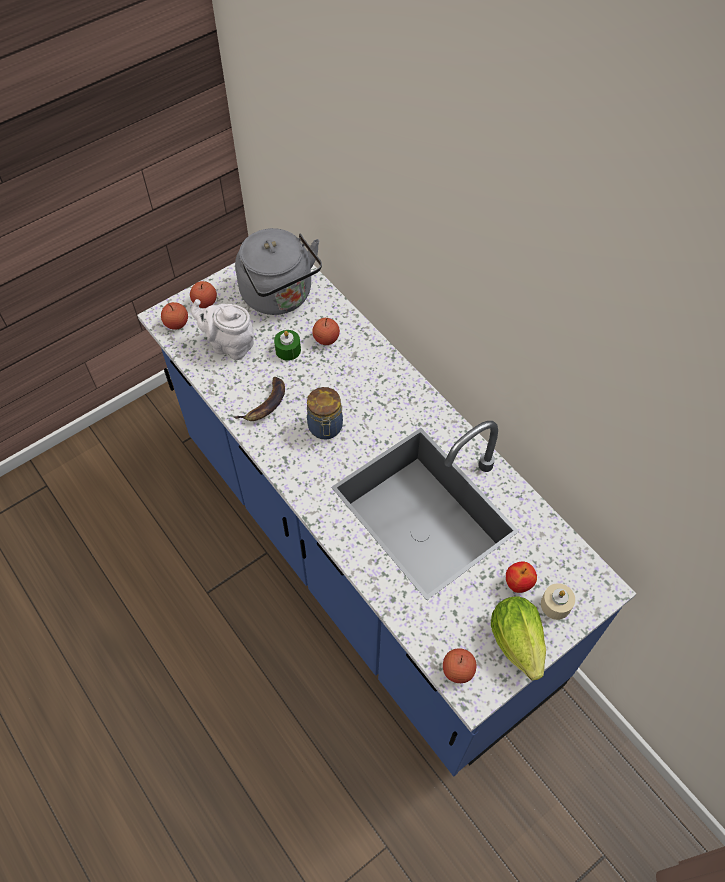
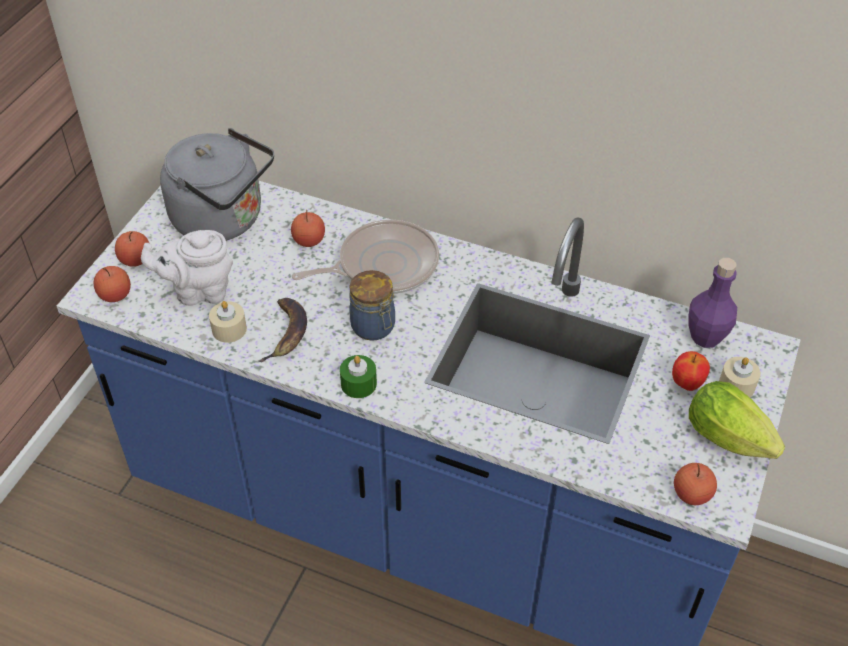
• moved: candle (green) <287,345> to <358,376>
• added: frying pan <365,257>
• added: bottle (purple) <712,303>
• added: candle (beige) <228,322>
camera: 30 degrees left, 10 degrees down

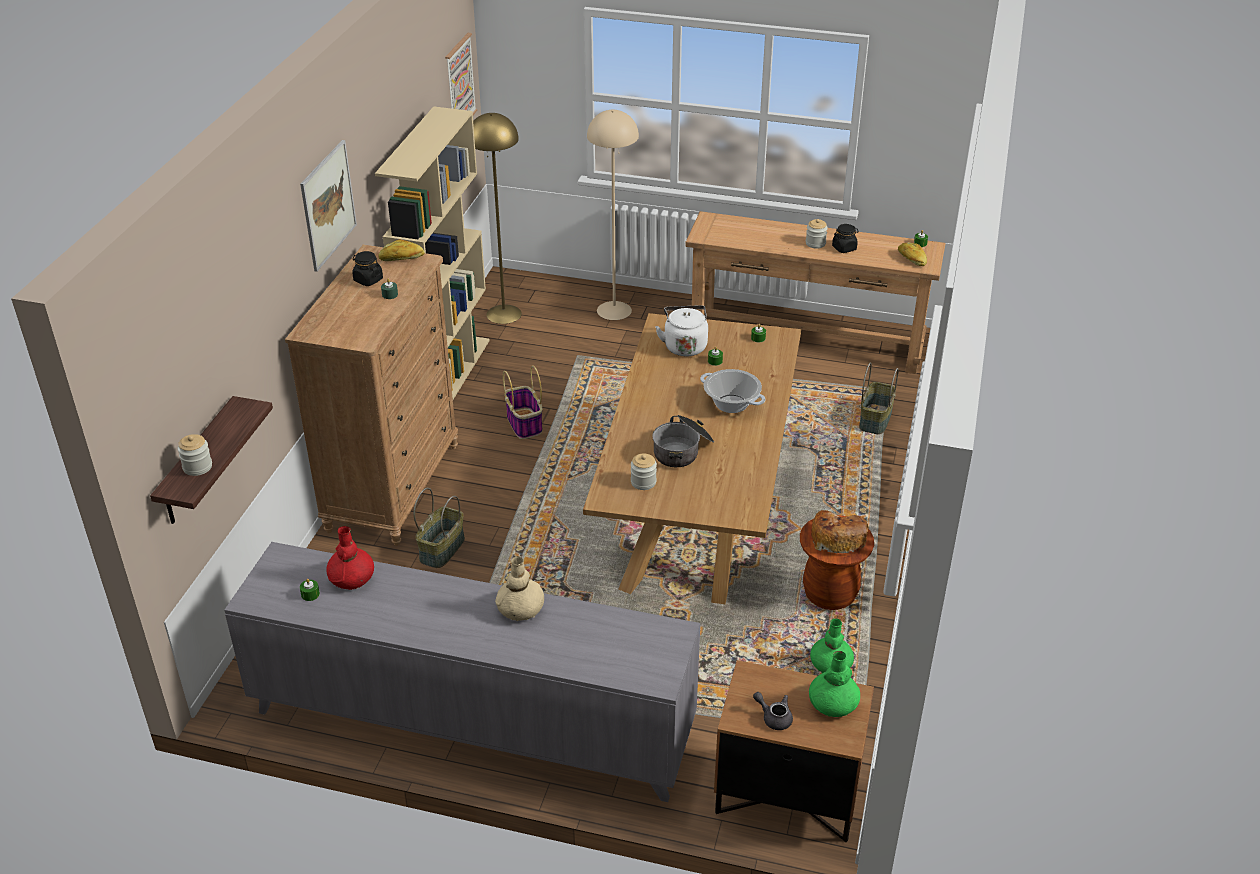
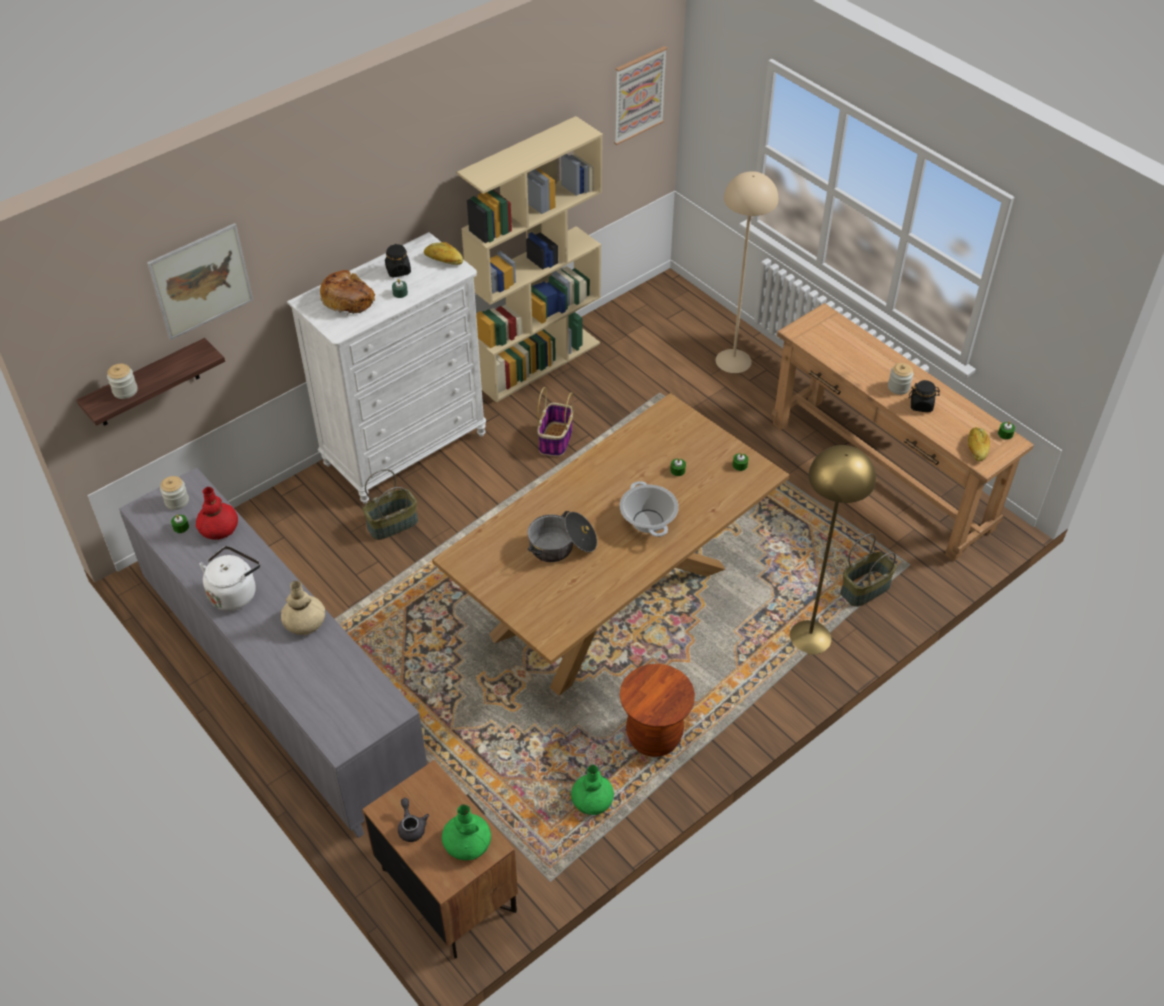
• moved: floor lamp (yellow) <497,218> to <833,550>
• moved: picture <328,206> to <200,281>
• recoloured: dresser (brown) <371,395> to dresser (white) <386,368>
• moved: kettle (white) <681,330> to <229,578>
• moved: jar <644,471> to <174,493>
• moved: bread <839,532> to <347,292>
camera: 35 degrees right, 10 degrees up

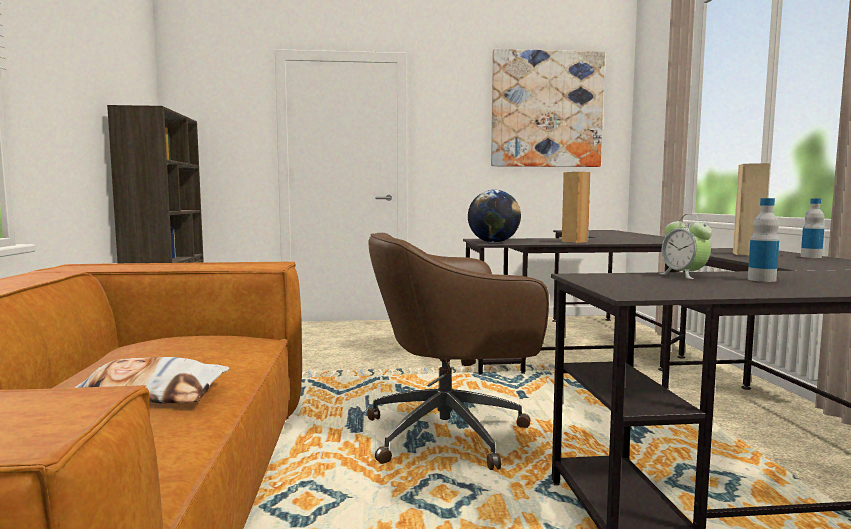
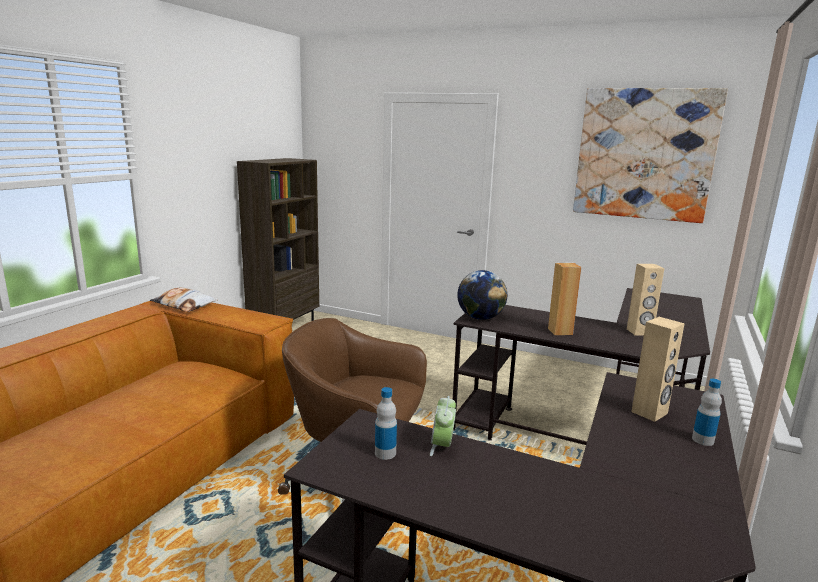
• moved: bottle <763,240> to <386,423>
• moved: pillow <152,380> to <184,299>
• added: speaker (beige) <646,299>
camera: 30 degrees right, 10 degrees up

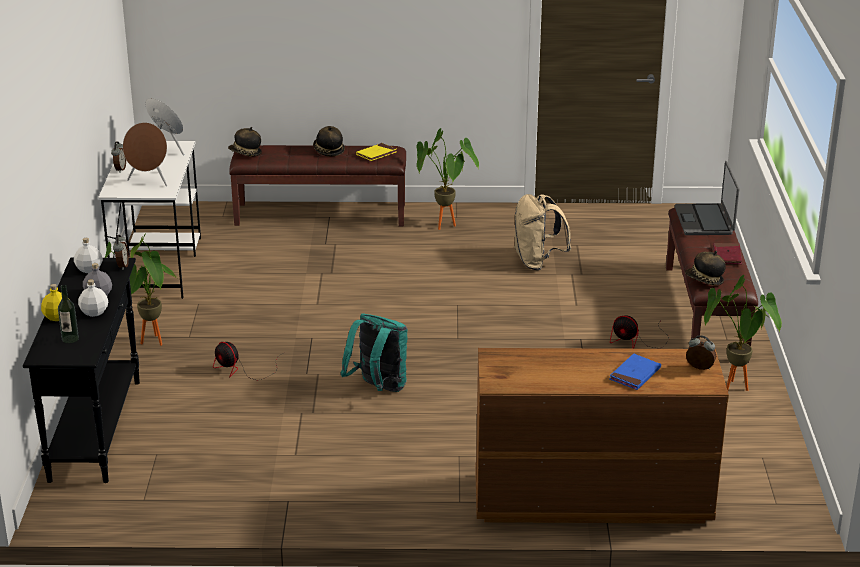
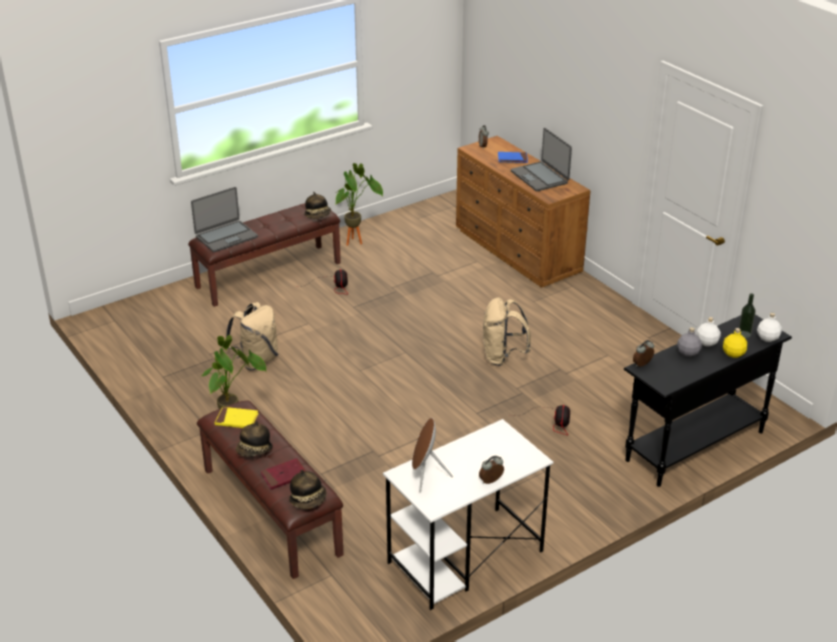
• removed: speaker (brown) <145,154>
• removed: potted plant <141,289>
• moved: bottle (white) <88,255> to <769,327>
• moved: book (red) <727,253> to <283,474>
• recoloured: backpack (turquoise) <374,353> to backpack (beige) <507,332>
• added: laptop <541,159>
camera: 125 degrees left, 5 degrees up

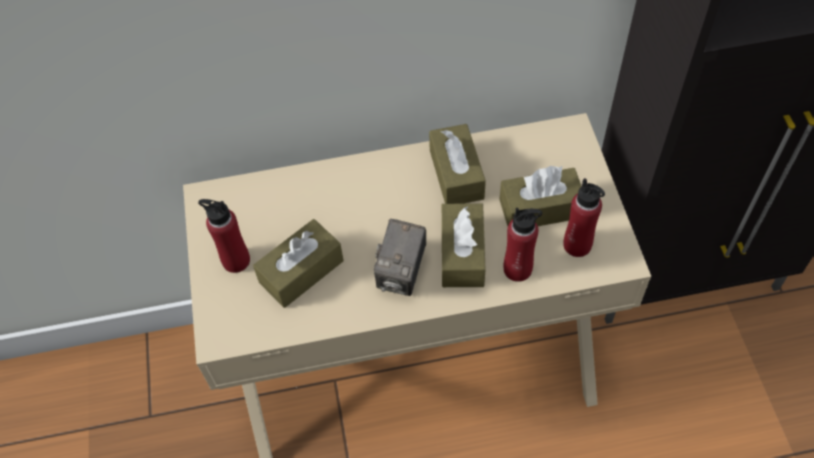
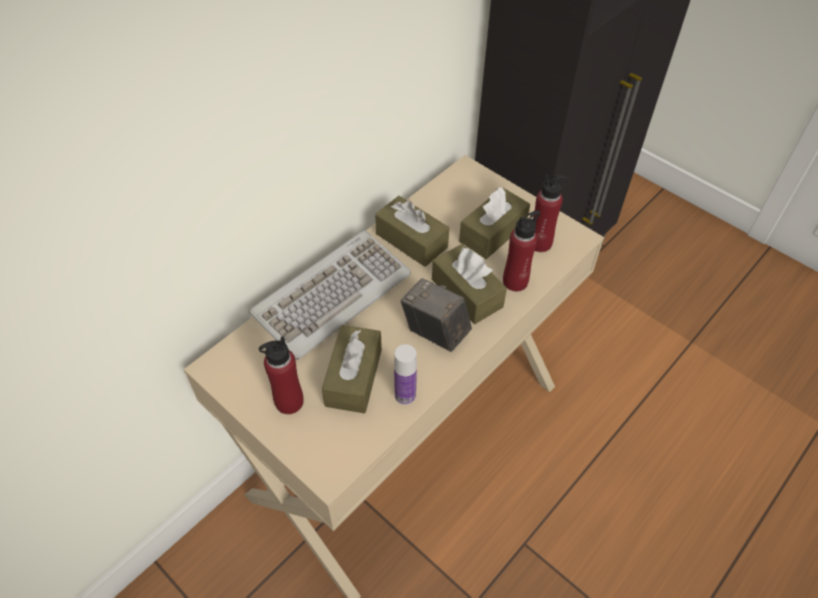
• turned: photo camera <400,257> = <436,315> 150 degrees clockwise
• added: keyboard <330,295>
• added: bottle <405,374>
camera: 40 degrees left, 5 degrees down

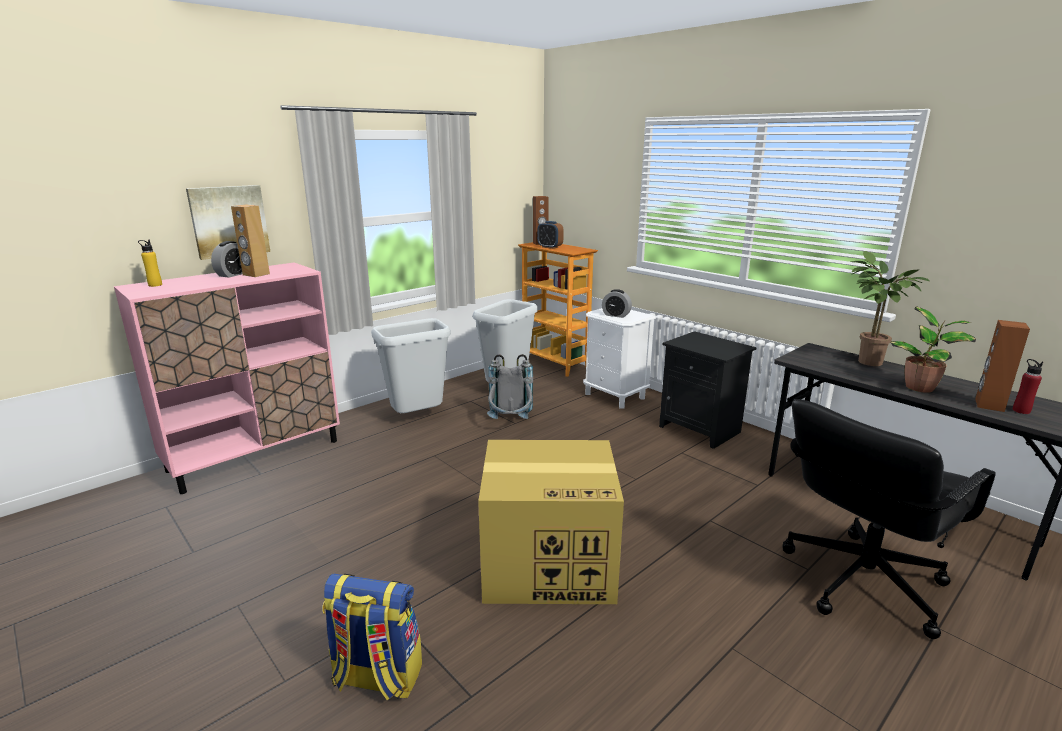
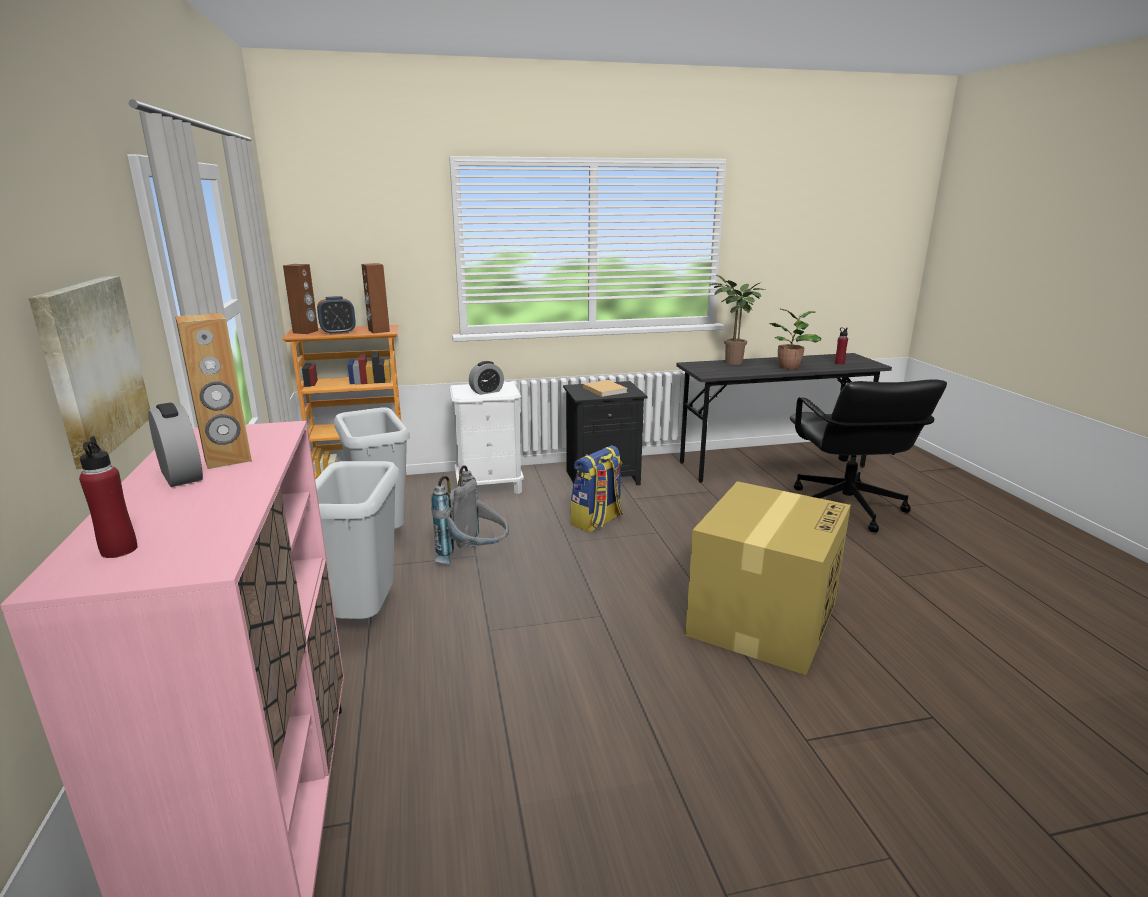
• recoloured: bottle (yellow) <150,263> to bottle (red) <108,497>
• moved: speaker (brown) <1002,366> to <375,298>
• moved: backpack <372,637> to <596,488>
• added: book (beige) <605,388>
camera: 60 degrees left, 0 degrees up

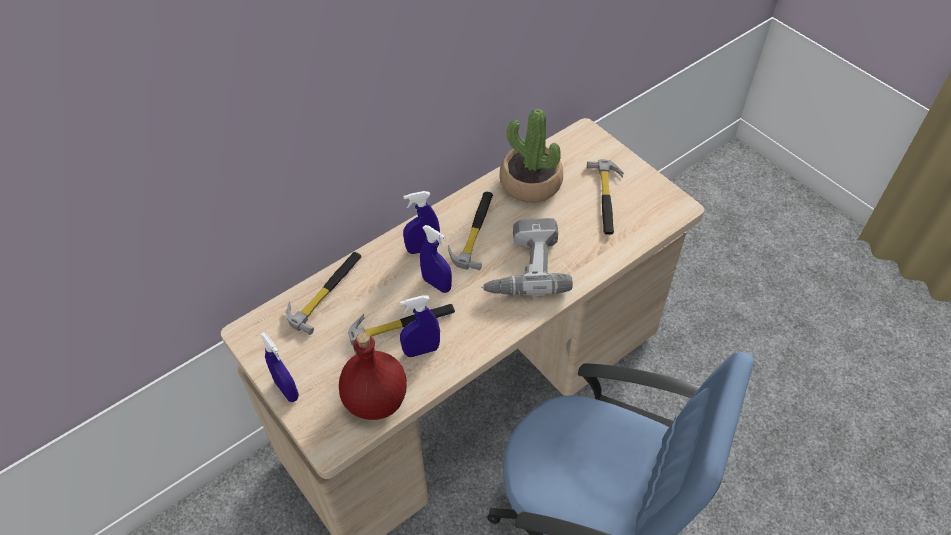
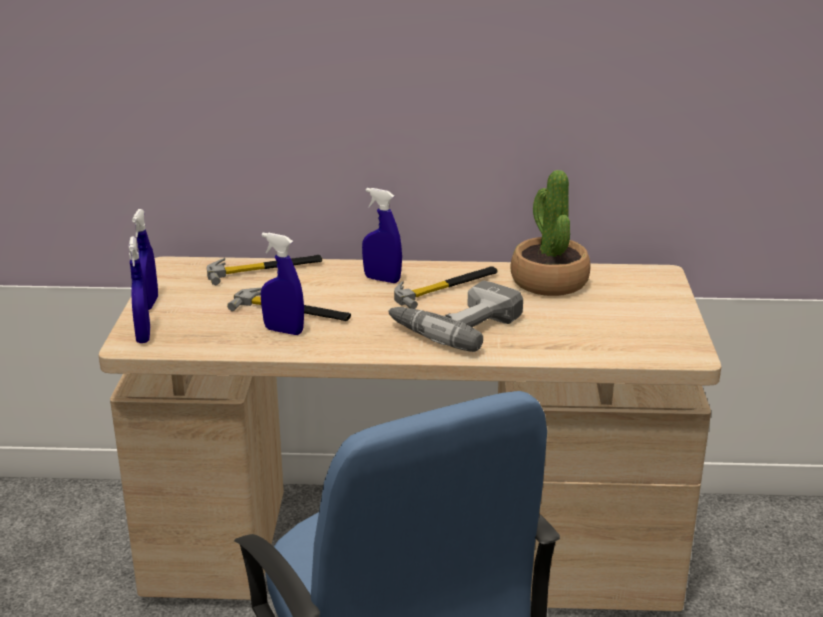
• removed: hammer <605,197>
• moved: spray bottle (blue) <436,259> to <139,289>
• removed: bottle (red) <373,376>
camera: 40 degrees right, 25 degrees down

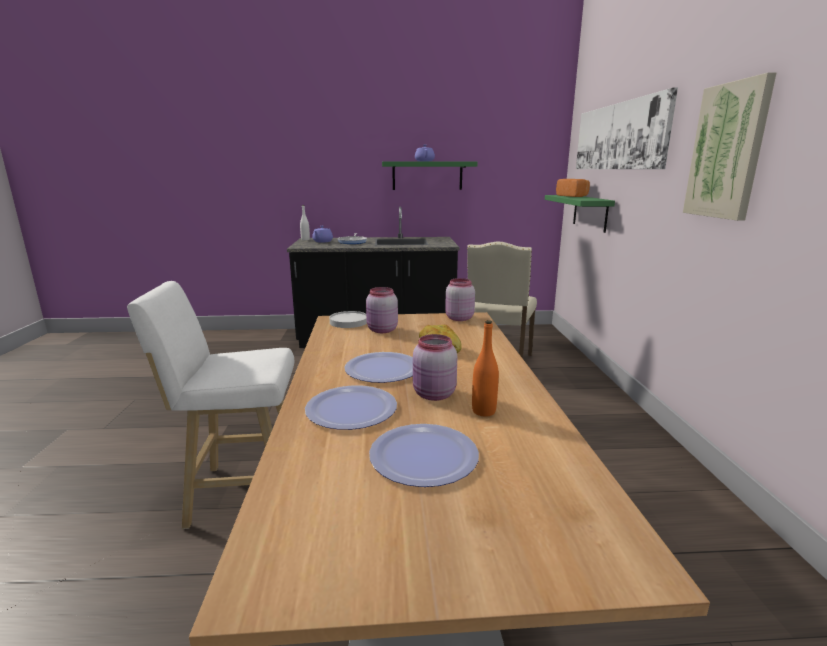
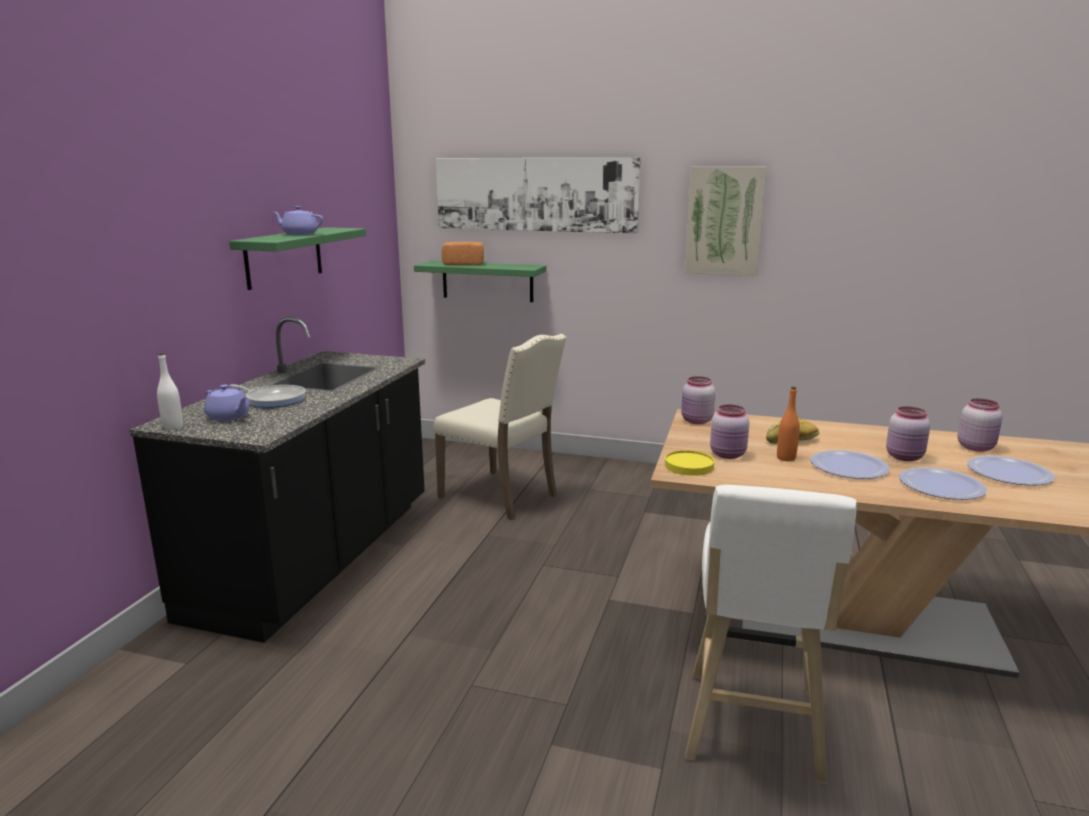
• recoloured: plate (white) <348,319> to plate (yellow) <689,463>
• moved: bottle (orange) <485,368> to <788,424>
• added: jar (pink) <979,425>
camera: 70 degrees left, 0 degrees up

